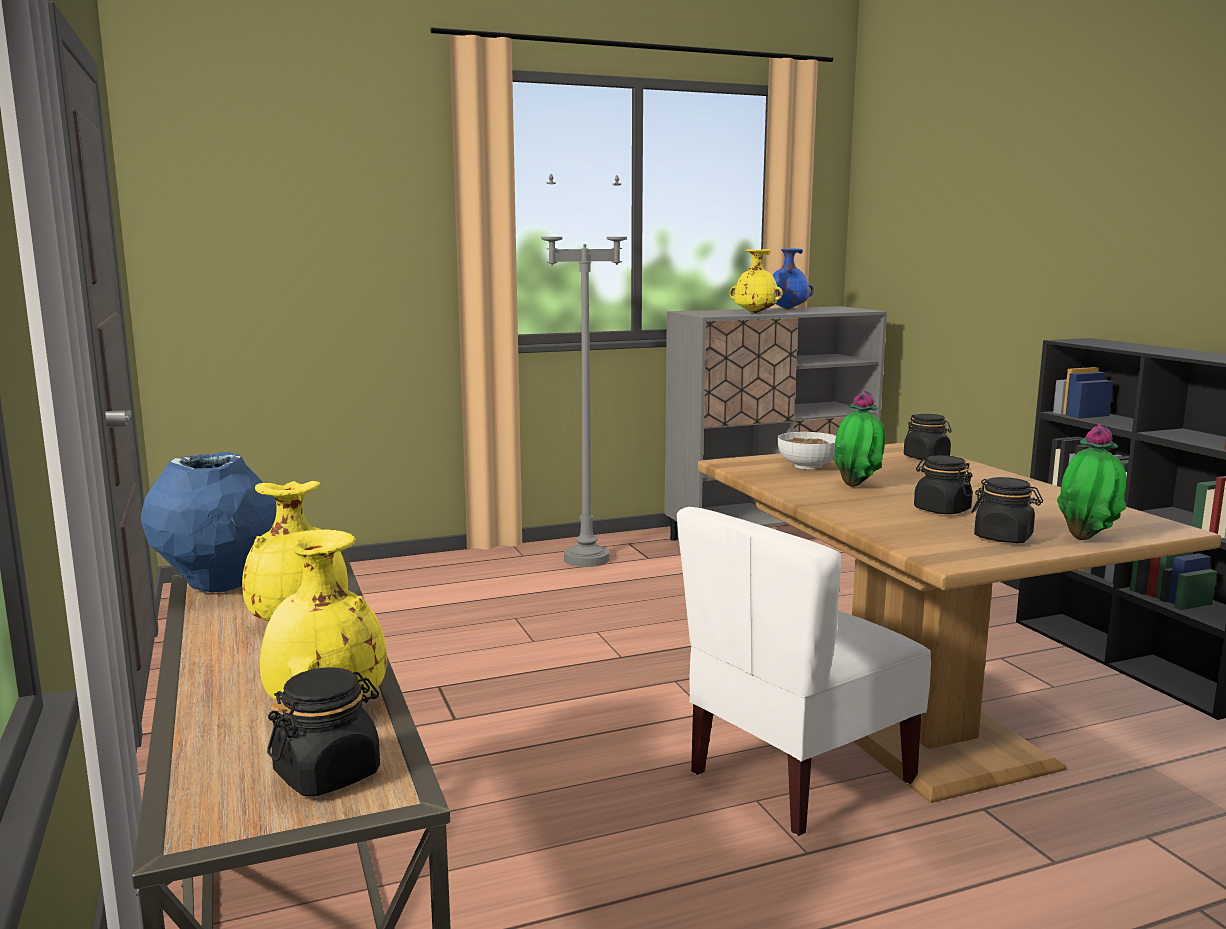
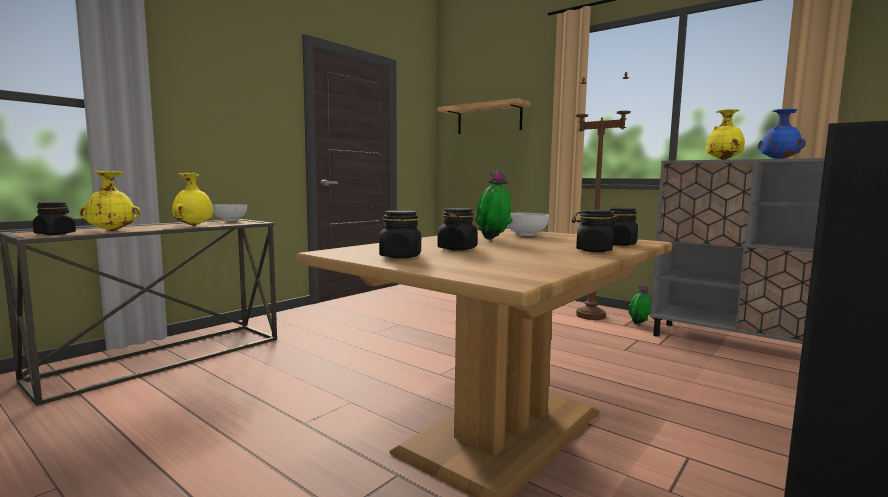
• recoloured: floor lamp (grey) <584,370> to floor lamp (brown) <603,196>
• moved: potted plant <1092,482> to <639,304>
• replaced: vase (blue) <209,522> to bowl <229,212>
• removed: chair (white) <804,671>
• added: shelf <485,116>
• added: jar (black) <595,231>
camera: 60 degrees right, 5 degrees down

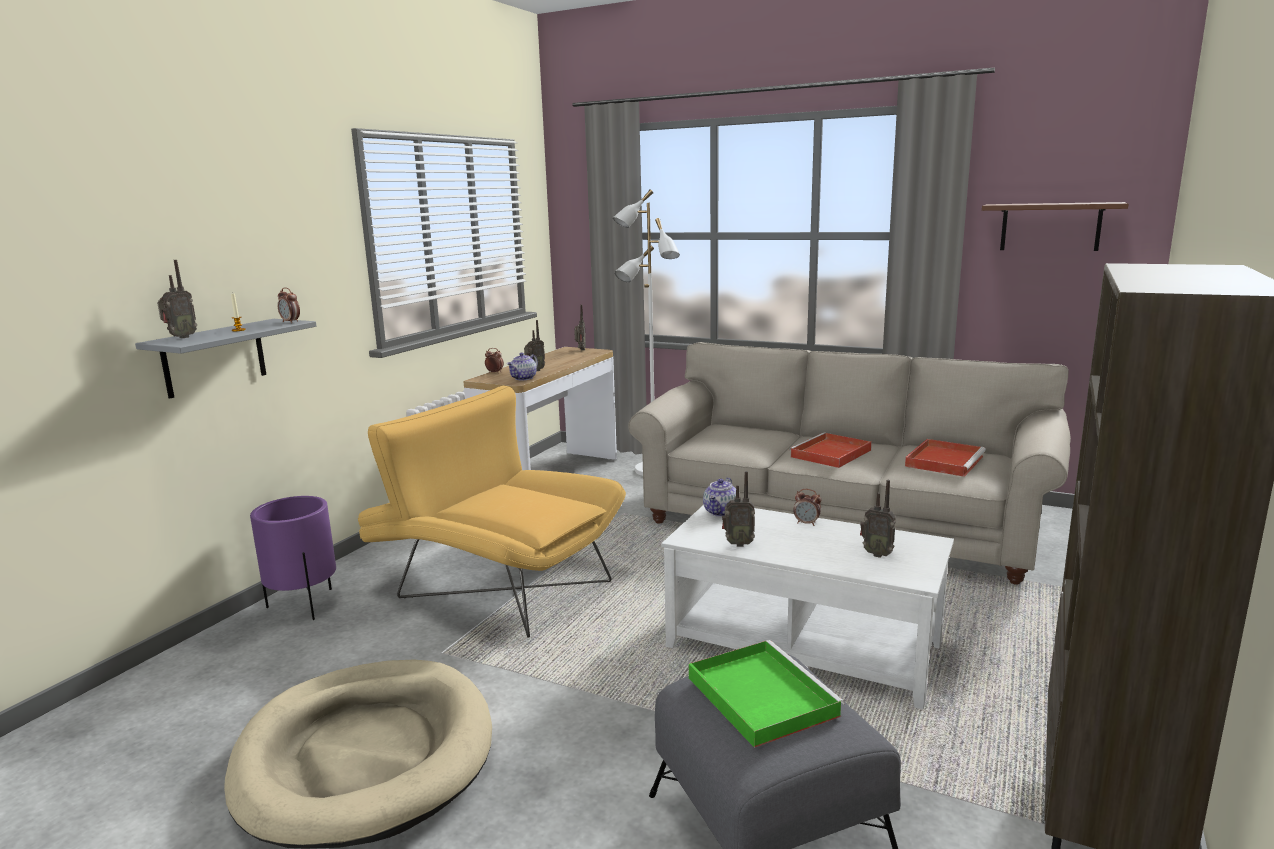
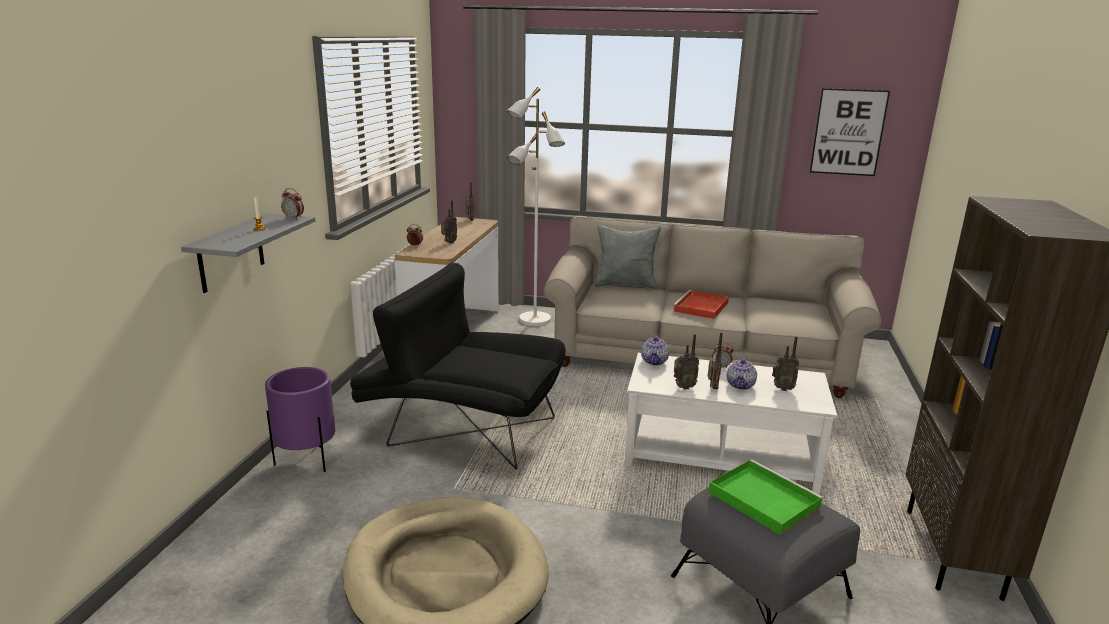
• replaced: shelf (brown) <1055,226> to picture <850,132>
• moved: radio <177,299> to <715,360>
• moved: teapot <522,366> to <742,373>
• recoloured: armchair (yellow) <492,512> to armchair (black) <458,366>
• removed: tray (red) <945,458>
• added: pillow (grey) <627,257>
camera: 15 degrees left, 5 degrees up

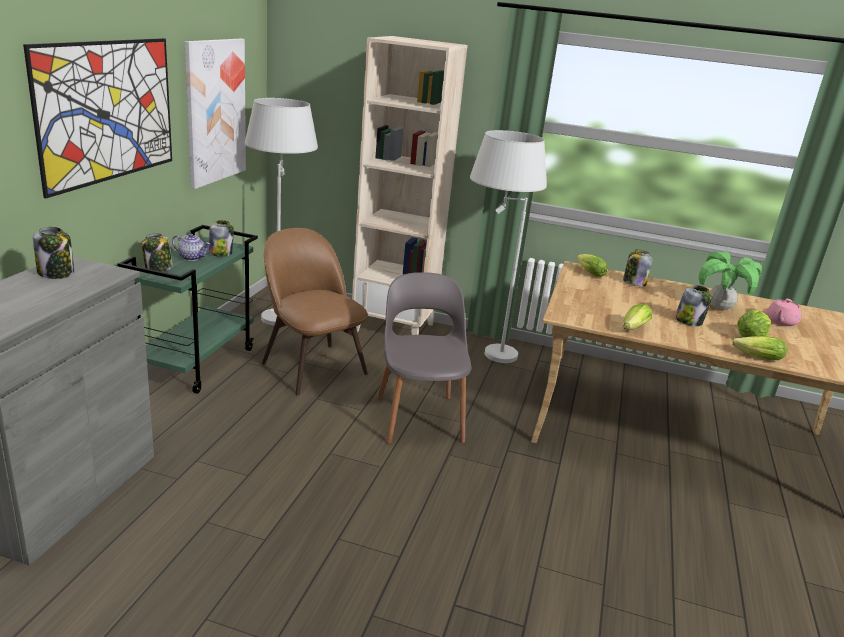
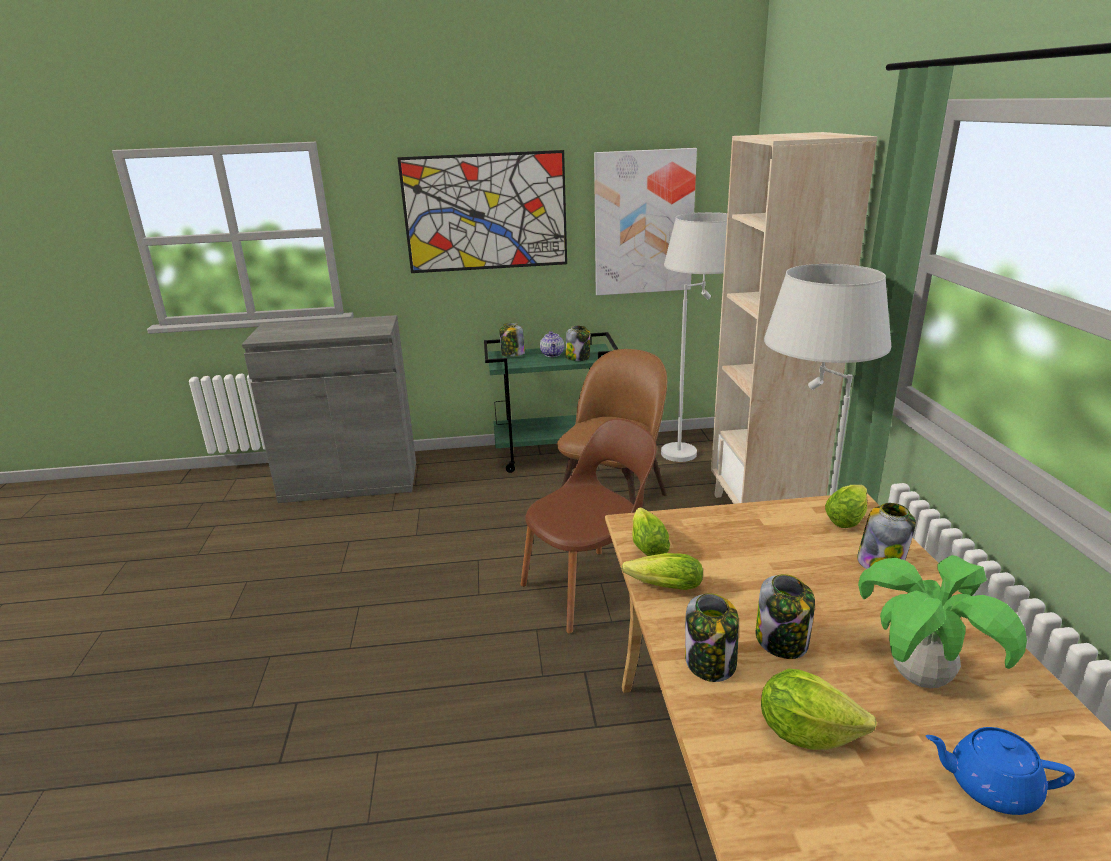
• moved: jar <53,252> to <712,637>
• recoloured: chair (grey) <424,358> to chair (brown) <589,526>
• recoloured: teapot (pink) <783,313> to teapot (blue) <1000,771>
• moved: lettuce <759,348> to <651,531>
camera: 70 degrees right, 0 degrees up

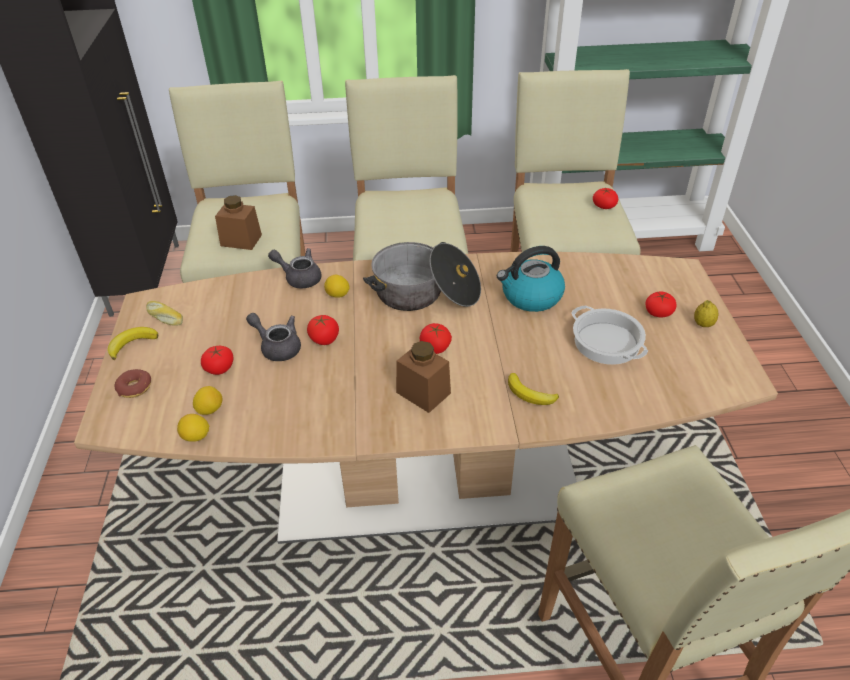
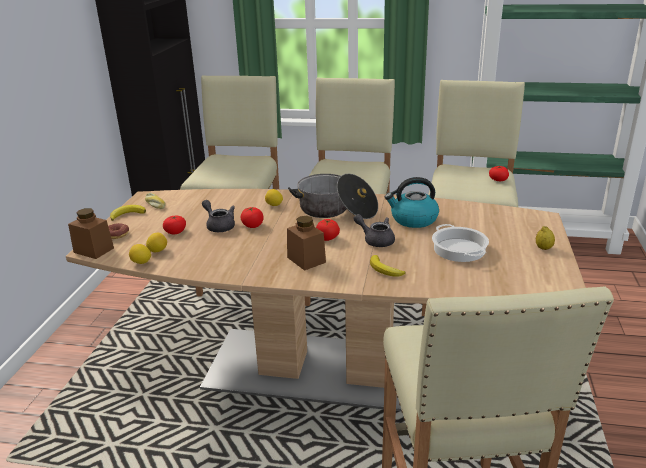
• moved: jar (brown) <238,222> to <91,233>
• moved: teapot (grey) <295,268> to <374,230>
• removed: tomato <661,304>
camera: 15 degrees right, 15 degrees down

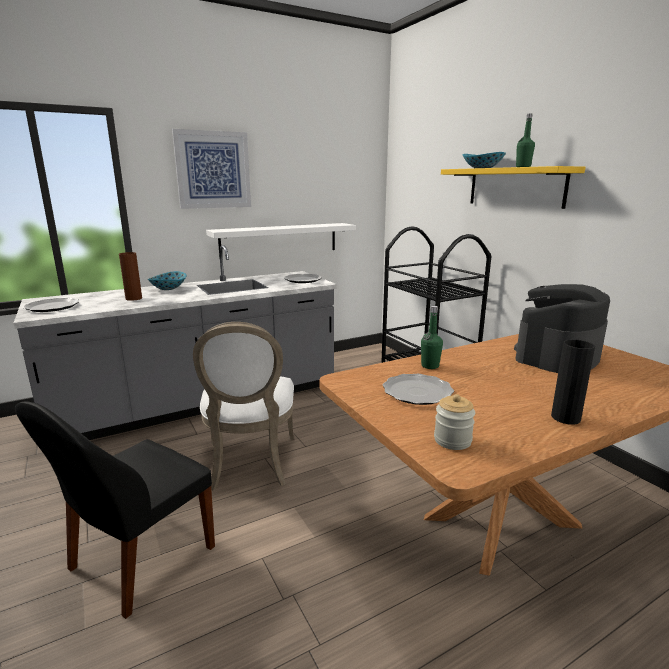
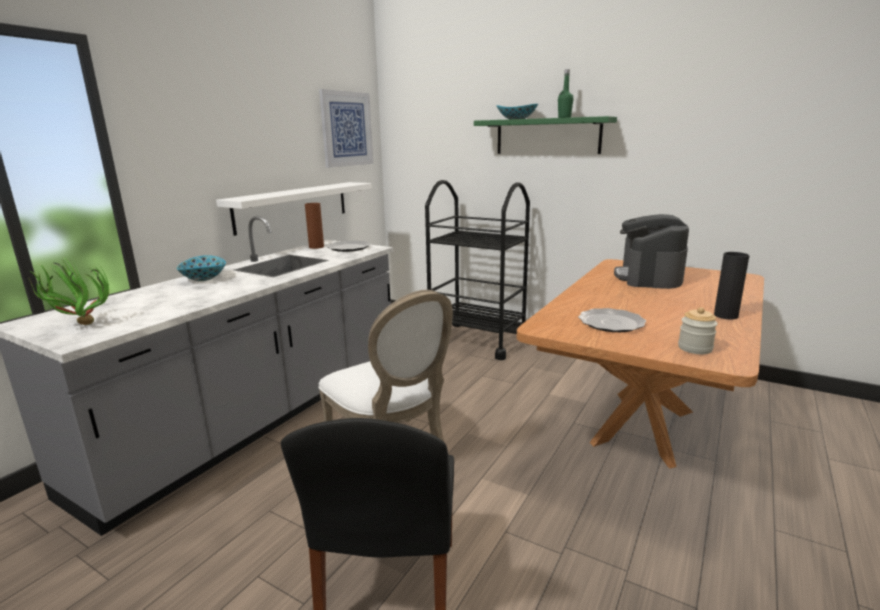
• moved: picture <211,169> to <346,128>
• recoloured: shelf (yellow) <513,187> to shelf (green) <545,135>
• moved: vase (brown) <130,276> to <314,226>
• replaced: plate <51,305> to potted plant <69,291>
• removed: bottle (green) <432,337>
camera: 30 degrees left, 0 degrees up

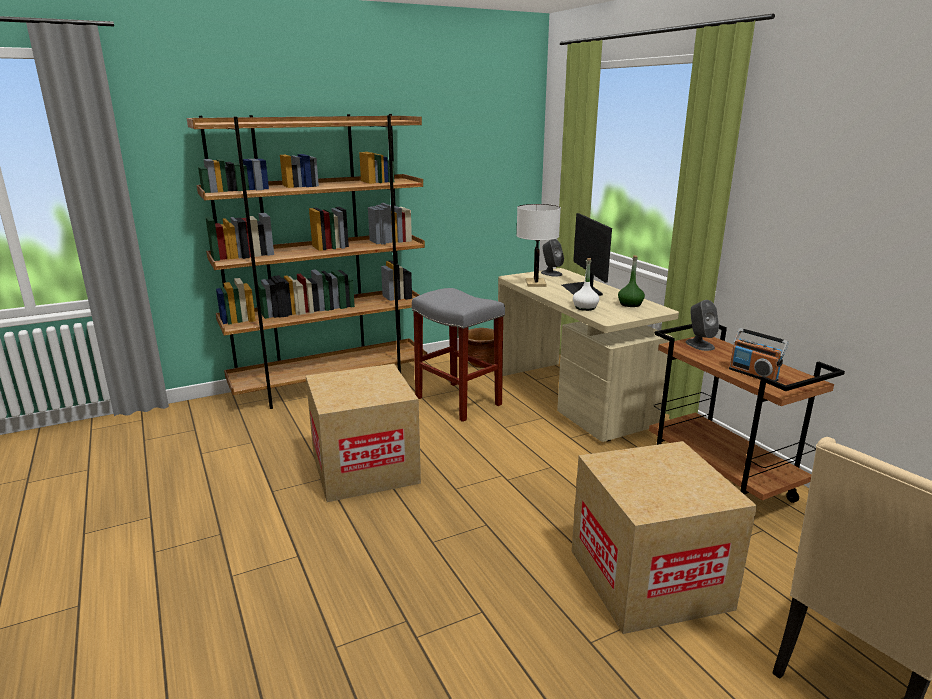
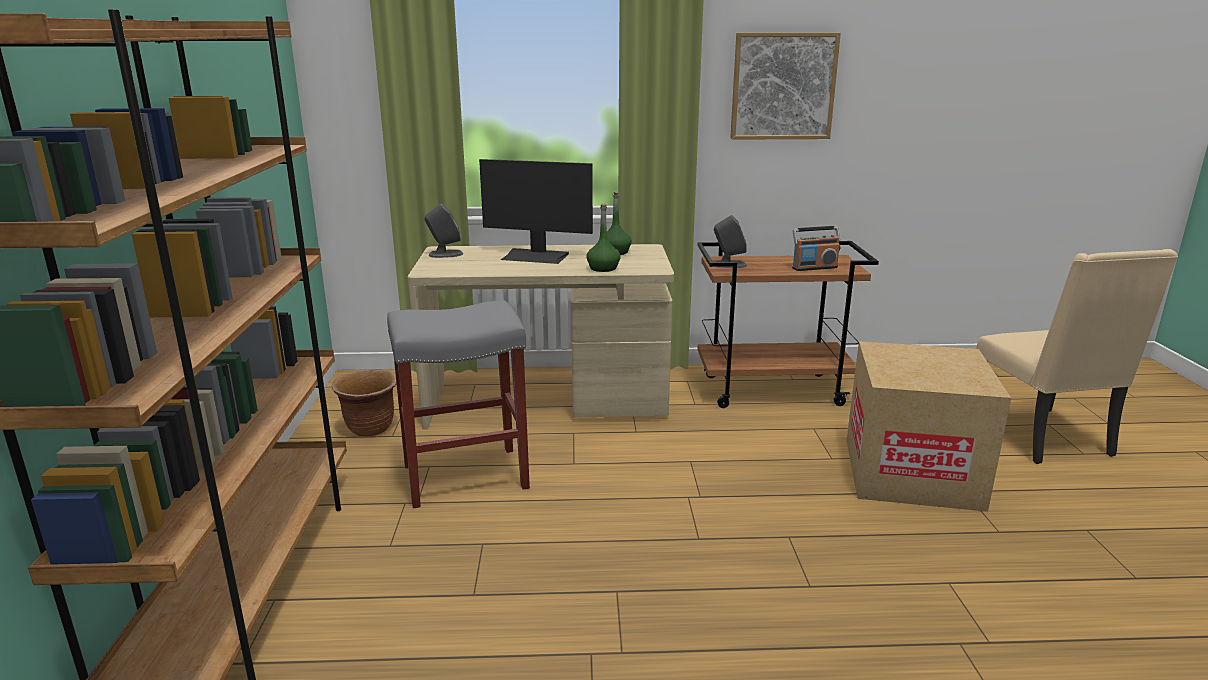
• removed: table lamp (white) <538,245>
• recoloured: bottle (white) <586,284> to bottle (green) <603,237>
• removed: cardboard box <363,433>
• added: picture <785,86>
camera: 65 degrees left, 0 degrees up

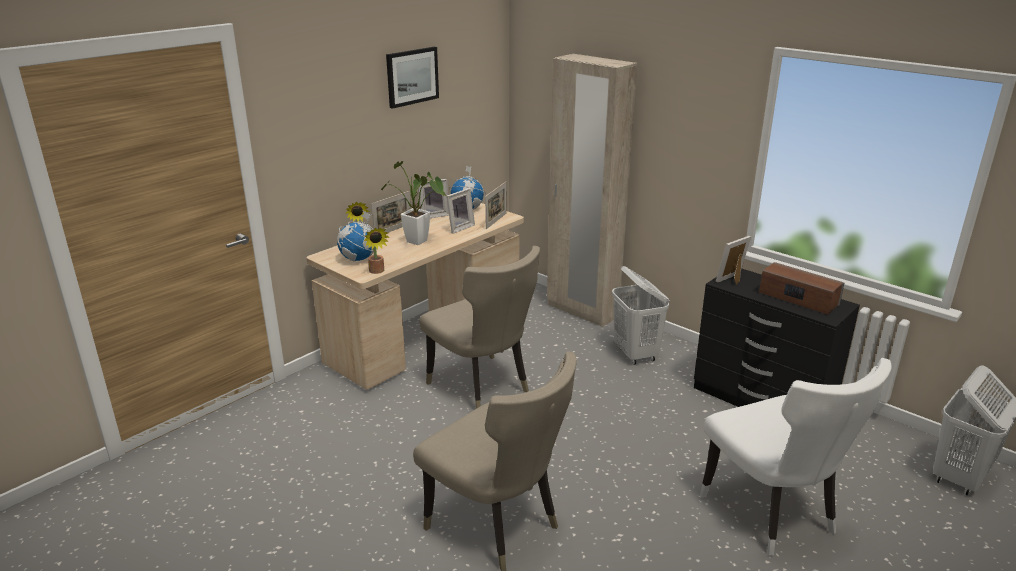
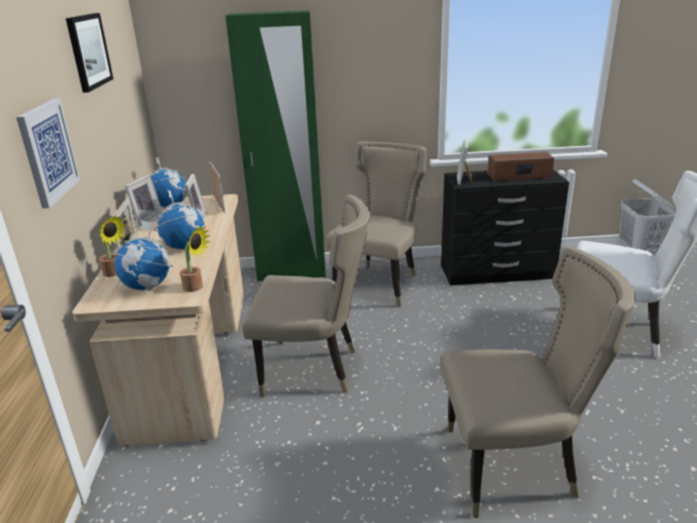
• recoloured: wardrobe (beige) <592,190> to wardrobe (green) <275,146>
• replaced: potted plant <414,203> to globe <179,220>
• replaced: laundry basket (white) <640,315> to chair (beige) <376,224>
• added: picture <48,153>
camera: 45 degrees left, 0 degrees up

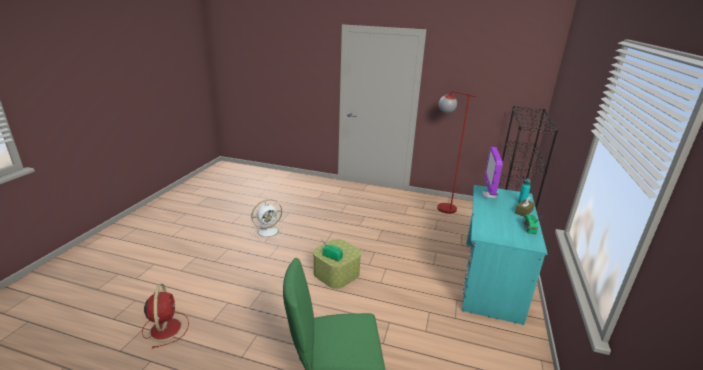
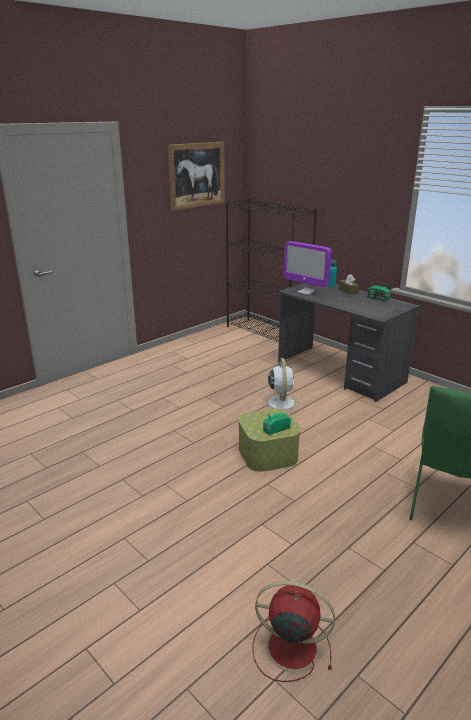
• removed: floor lamp (red) <457,152>
• recoloured: desk (turquoise) <505,255> to desk (grey) <349,342>
• moved: fan (white) <267,219> to <281,385>
• added: picture <196,176>
camera: 60 degrees left, 0 degrees up

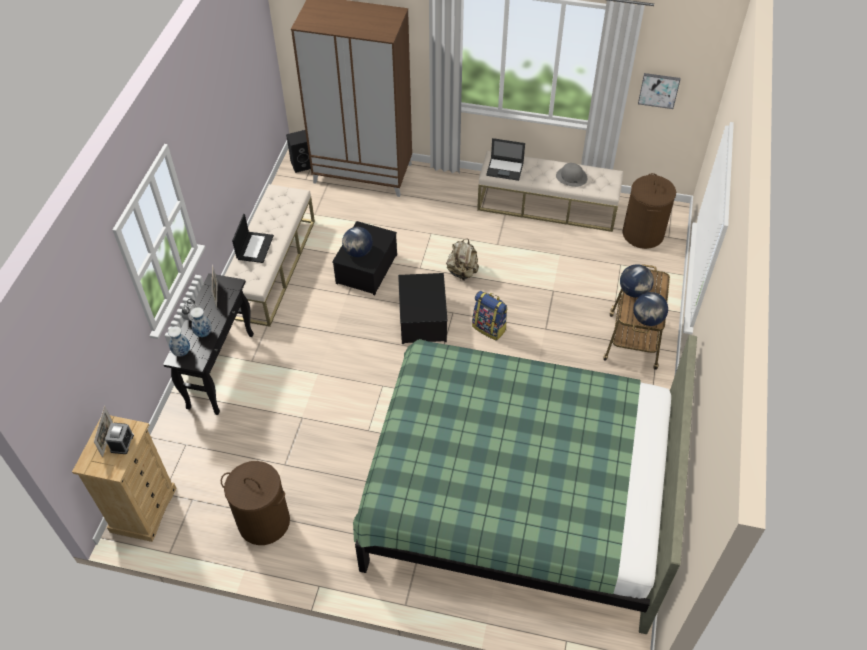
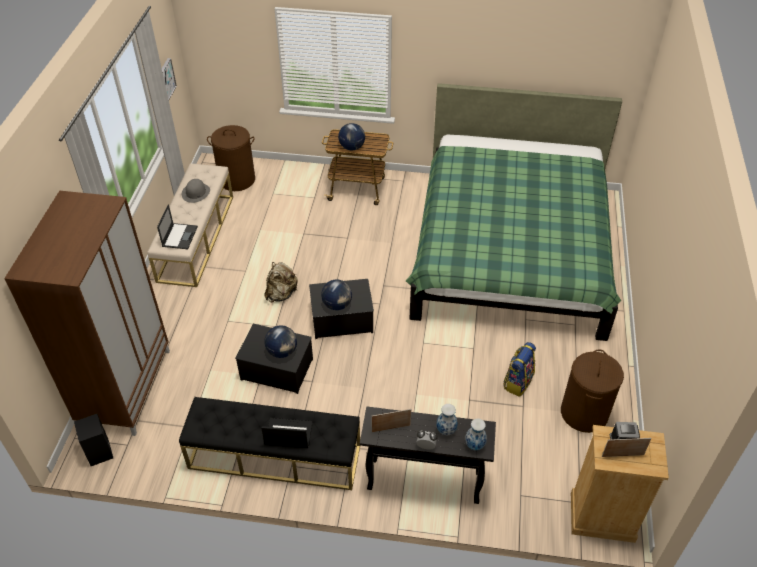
• recoloured: bench (beige) <270,255> to bench (black) <269,443>
• moved: backpack <490,316> to <520,369>
• moved: globe <650,309> to <336,295>
camera: 95 degrees left, 5 degrees down

